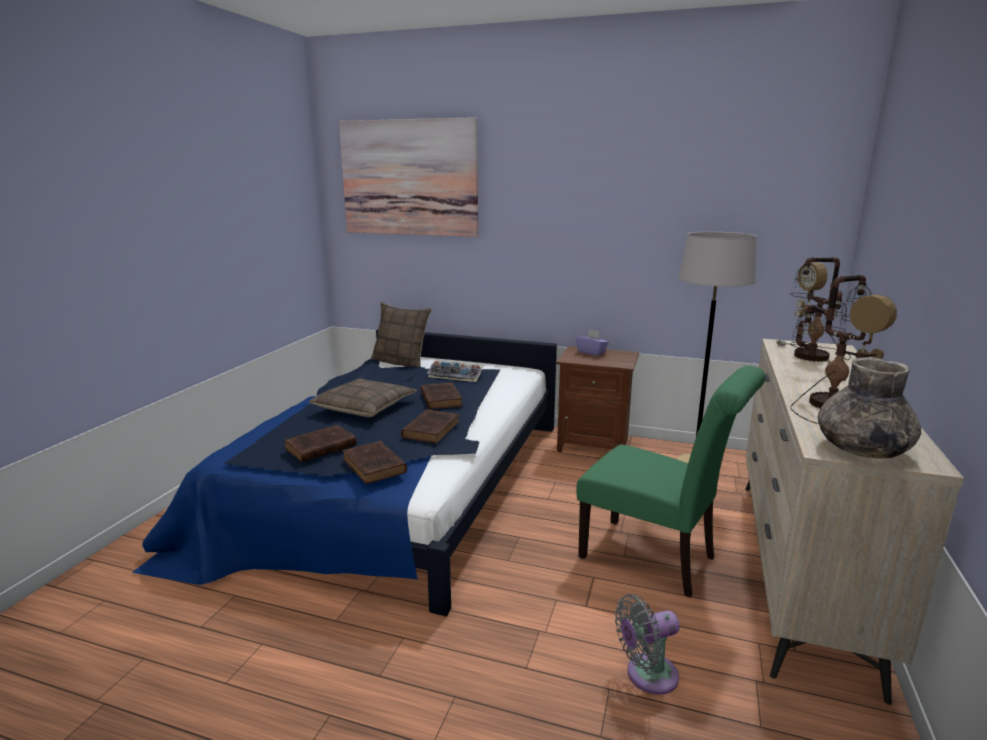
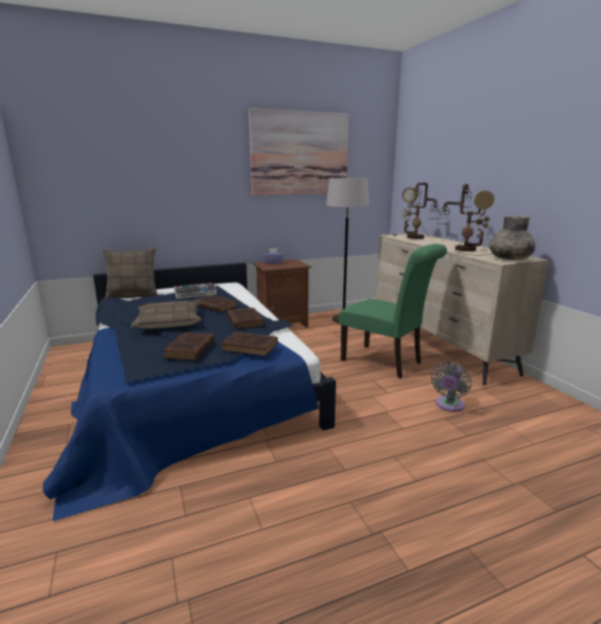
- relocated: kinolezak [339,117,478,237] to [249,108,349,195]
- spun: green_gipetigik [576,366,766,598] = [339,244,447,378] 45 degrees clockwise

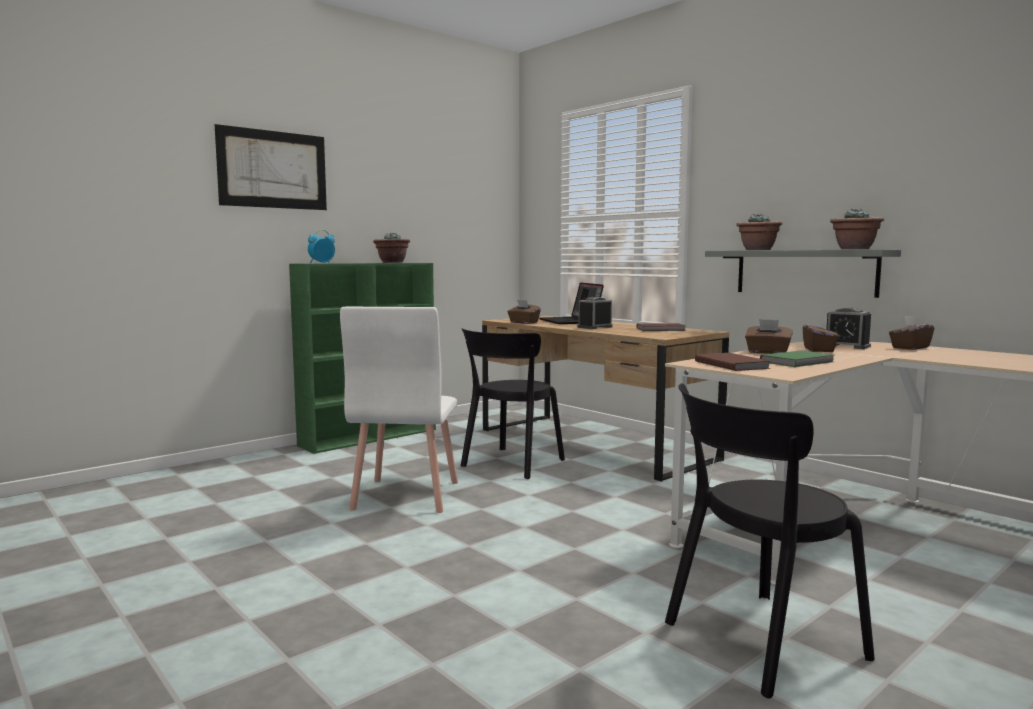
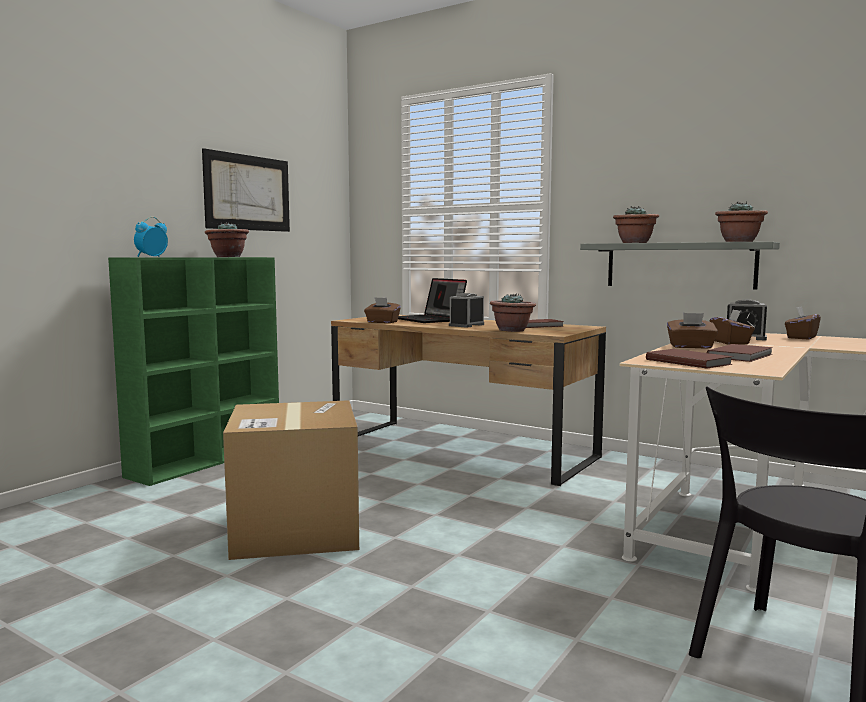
- missing: black_gipetigik [461,328,565,479]
- appeared: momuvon [490,293,536,332]
- relocated: kinolezak [215,124,327,210] to [202,148,290,232]
- exchanged: white_gipetigik [340,307,458,513] to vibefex [223,400,359,560]
- colour: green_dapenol [760,350,834,367] to brown_dapenol [707,344,773,362]

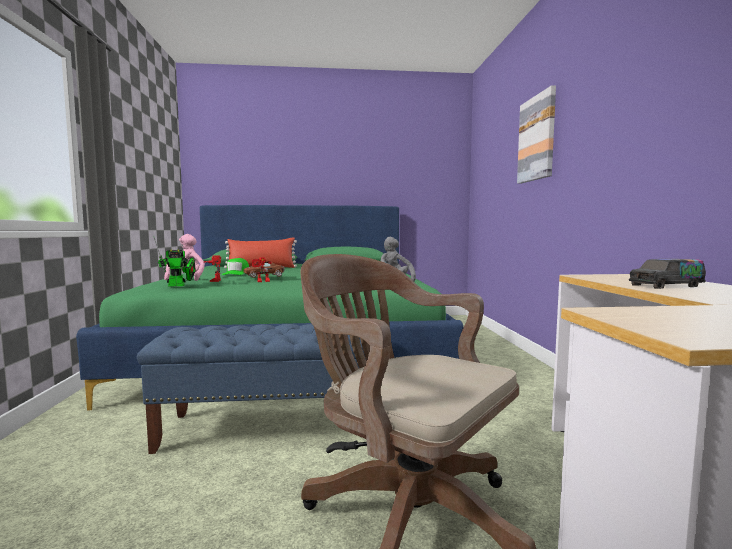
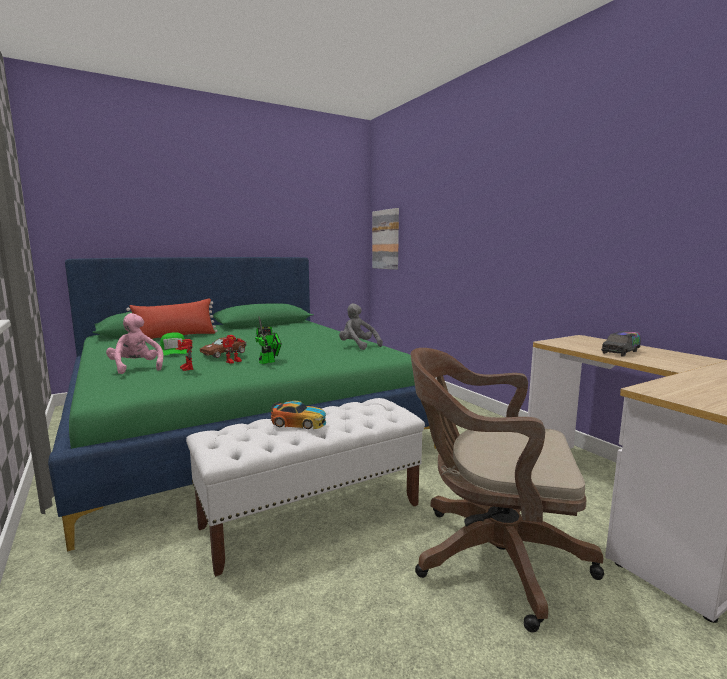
- appeared: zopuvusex [271,401,326,429]
- relocated: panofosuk [153,235,196,287] to [255,316,282,364]
- relocated: kinolezak [517,85,556,184] to [372,208,399,270]
- colour: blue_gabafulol [137,324,366,454] to white_gabafulol [186,398,425,577]

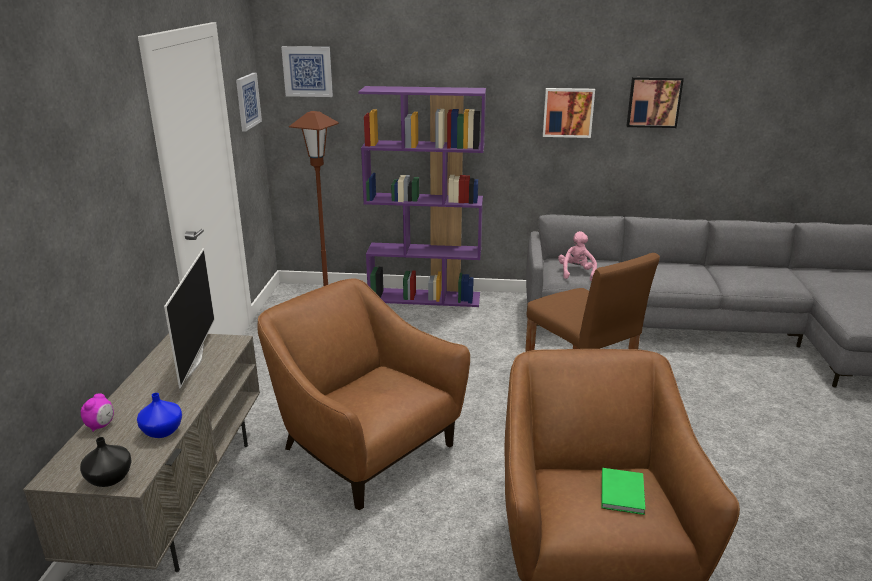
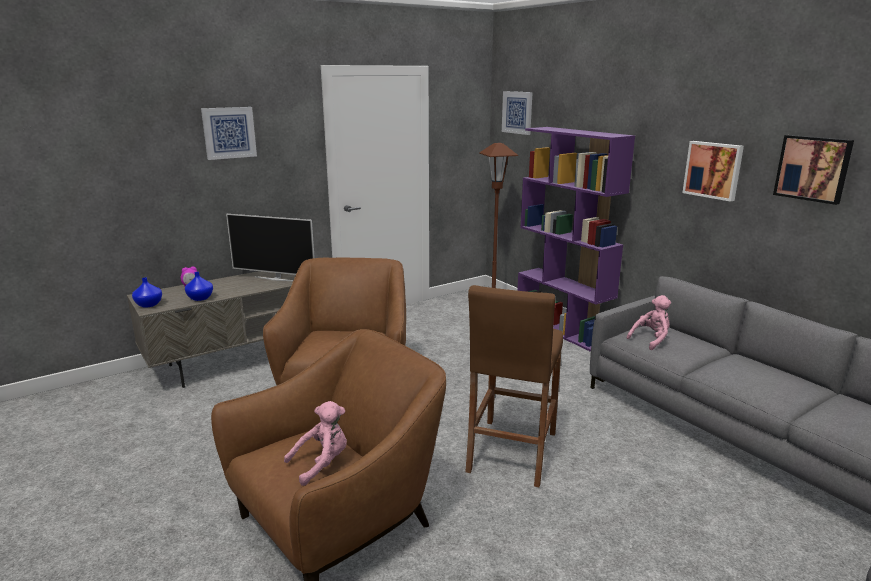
- relocated: kinolezak [236,73,262,131] to [201,107,257,160]
- exchanged: green_dapenol [601,468,646,515] to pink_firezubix [284,401,347,486]
- colour: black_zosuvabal [80,437,132,487] to blue_zosuvabal [132,277,162,307]
- spun: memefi [164,248,215,389] = [226,214,315,281] 60 degrees clockwise

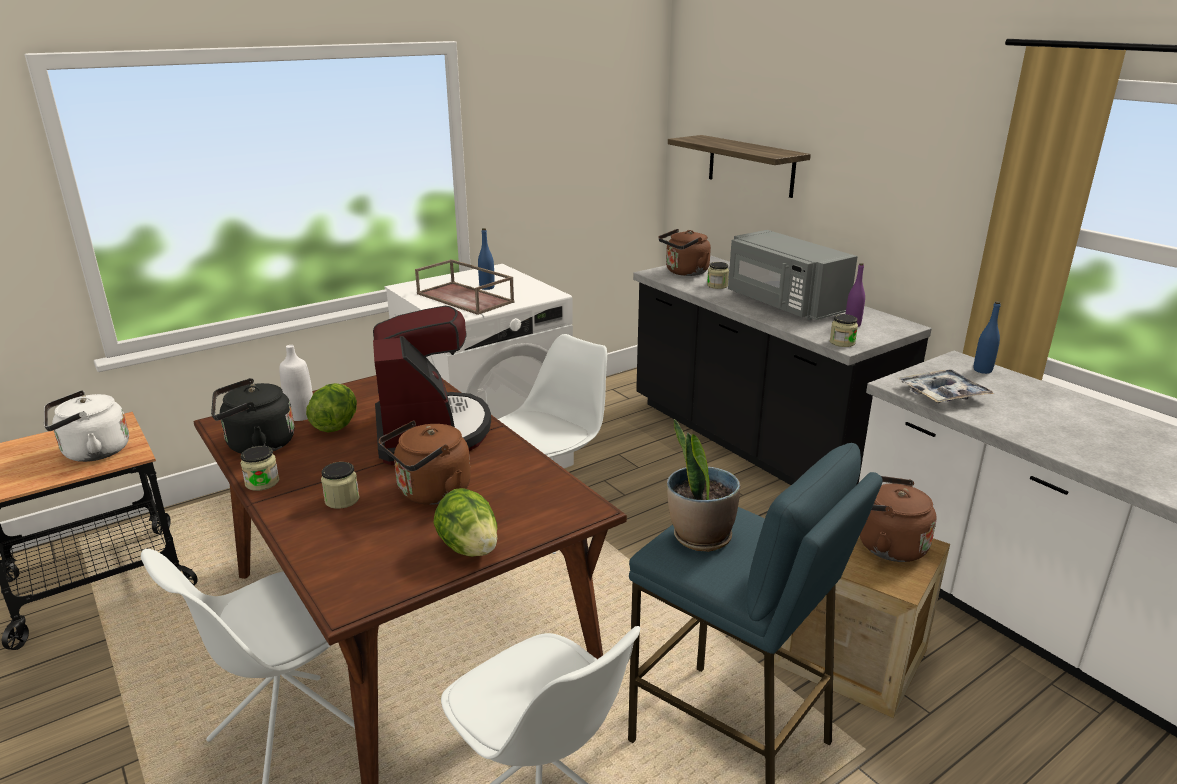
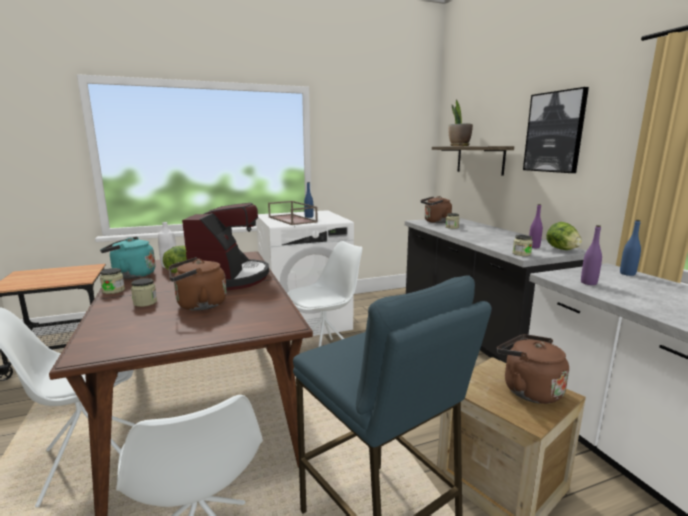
- missing: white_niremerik [44,390,129,462]
- missing: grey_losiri [728,230,858,320]
- appeared: kinolezak [523,87,589,173]
- relocated: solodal [433,488,497,557] to [546,222,582,250]
- relocated: momuvon [667,419,740,552] to [448,100,473,146]
- exchanged: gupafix [898,369,994,403] to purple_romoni [581,225,602,285]
- colour: black_niremerik [211,378,294,454] to turquoise_niremerik [100,237,156,279]

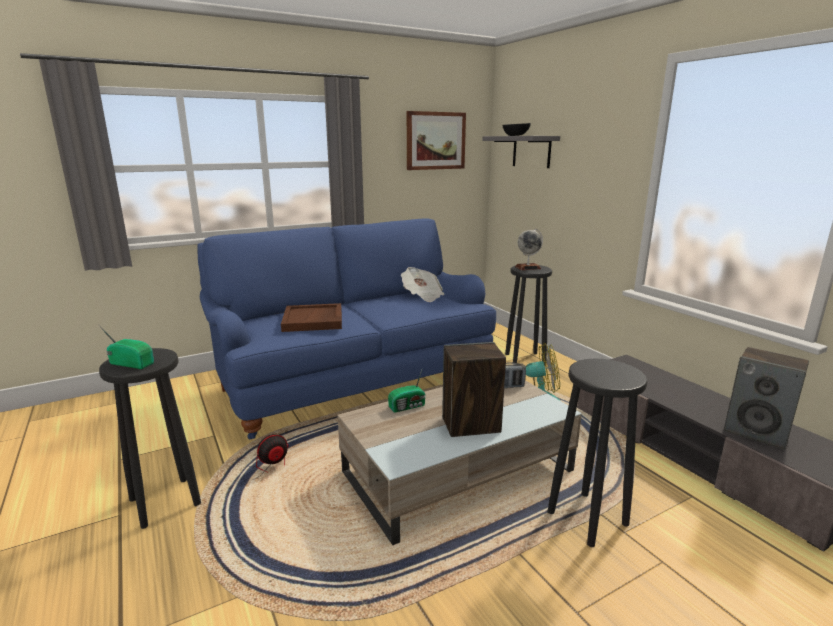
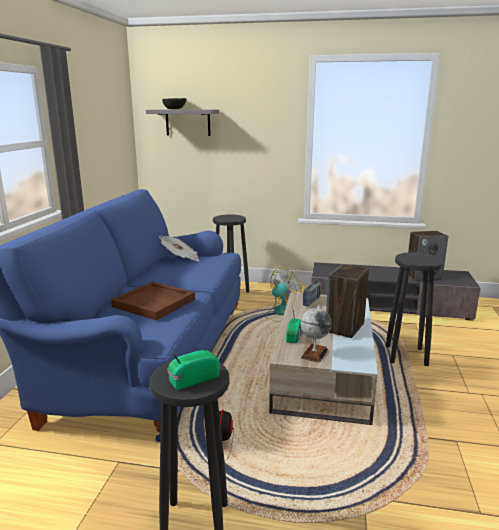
- missing: kinolezak [407,111,466,170]
- relocated: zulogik [515,229,543,270] to [301,305,332,363]

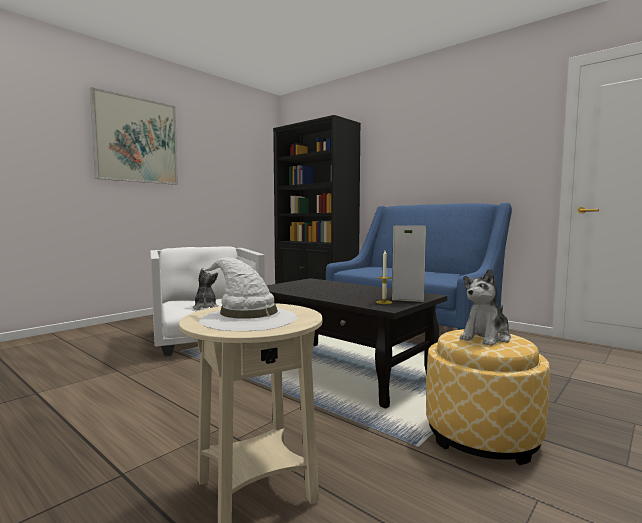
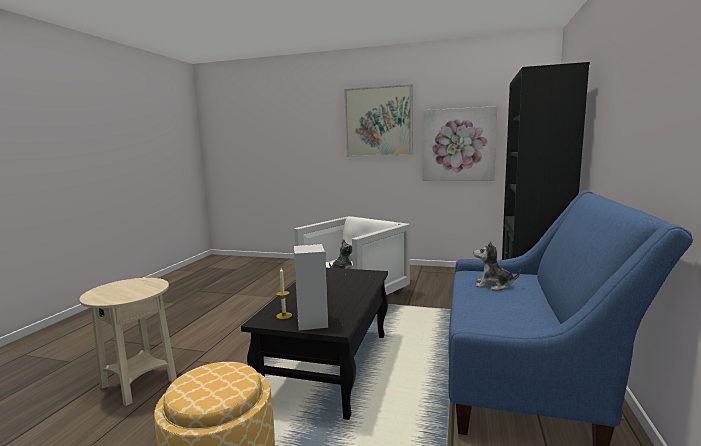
- missing: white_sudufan [199,257,297,331]
- appeared: kinolezak [422,106,497,181]
- relocated: firezubix [460,269,511,346] to [474,241,521,290]

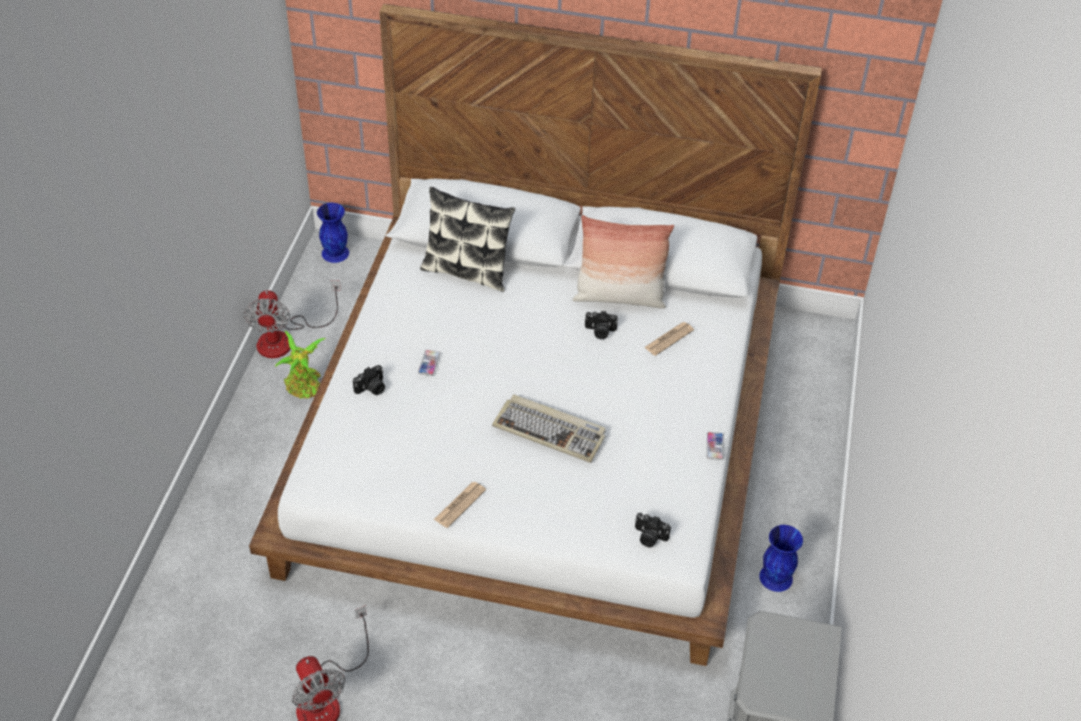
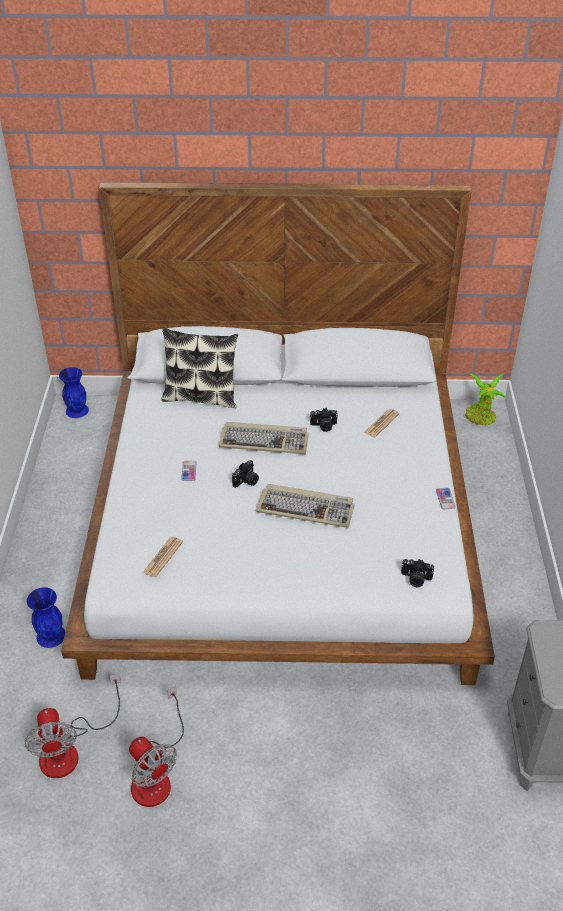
- missing: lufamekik [573,215,674,309]
- appeared: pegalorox [219,422,309,454]
- relocated: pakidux [243,281,341,358] to [24,674,121,778]
- relocated: momuvon [274,331,326,398] to [465,374,505,425]
- relocated: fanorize [353,365,385,395] to [232,460,259,488]
- relocated: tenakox [434,482,486,528] to [143,537,183,577]
- relocated: blue_zosuvabal [759,525,803,592] to [27,587,65,648]

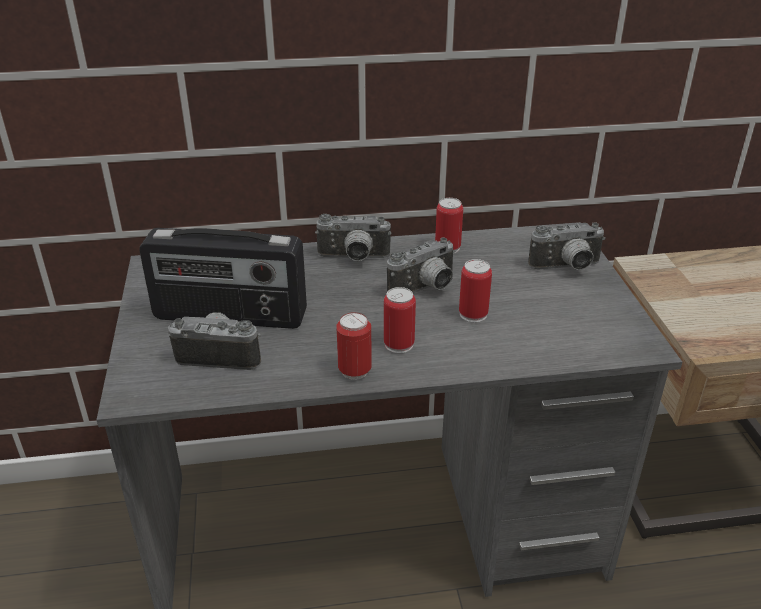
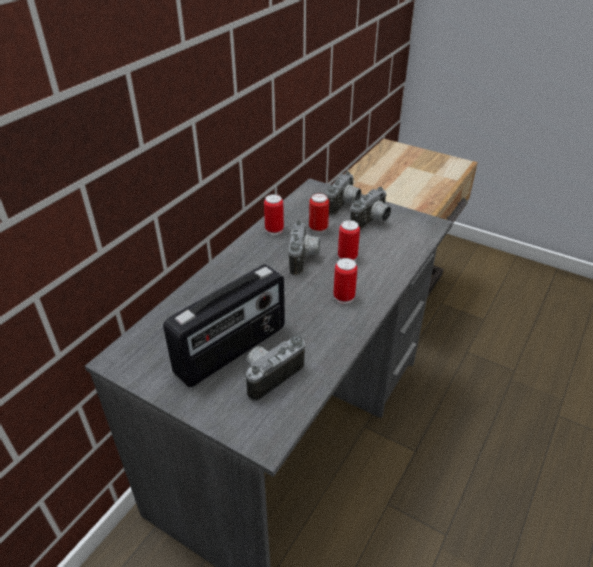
- relocated: fanorize [315,214,392,261] to [350,187,391,230]
- relocated: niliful [336,312,372,380] to [309,193,329,233]

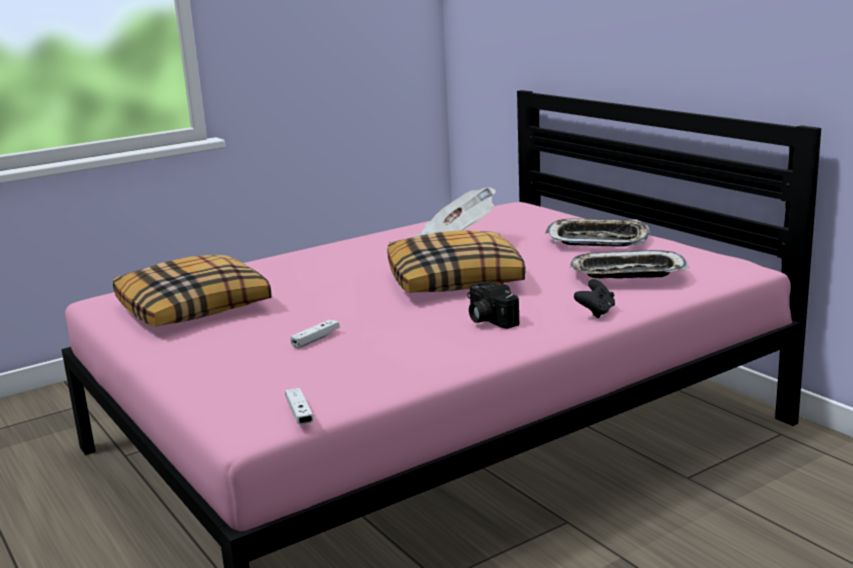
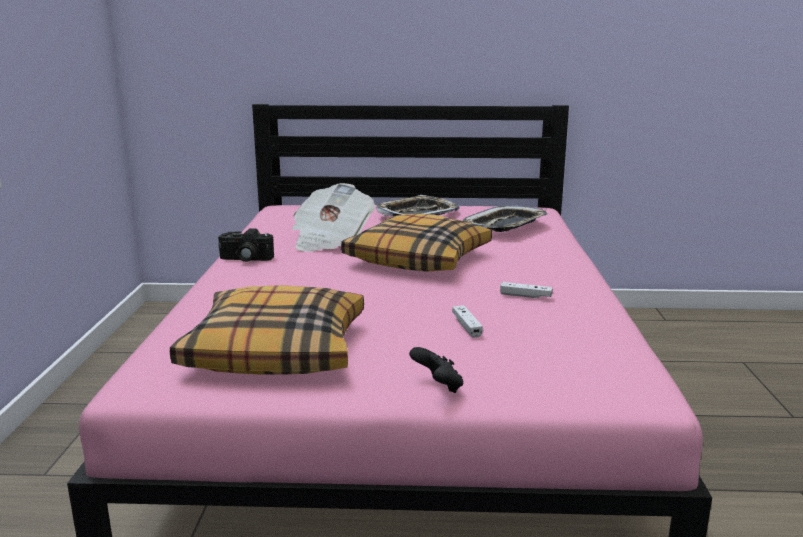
- relocated: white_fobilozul [285,388,314,425] to [500,282,553,298]
- relocated: fanorize [467,281,519,329] to [218,228,274,262]
- relocated: black_fobilozul [574,279,615,318] to [409,347,463,393]

